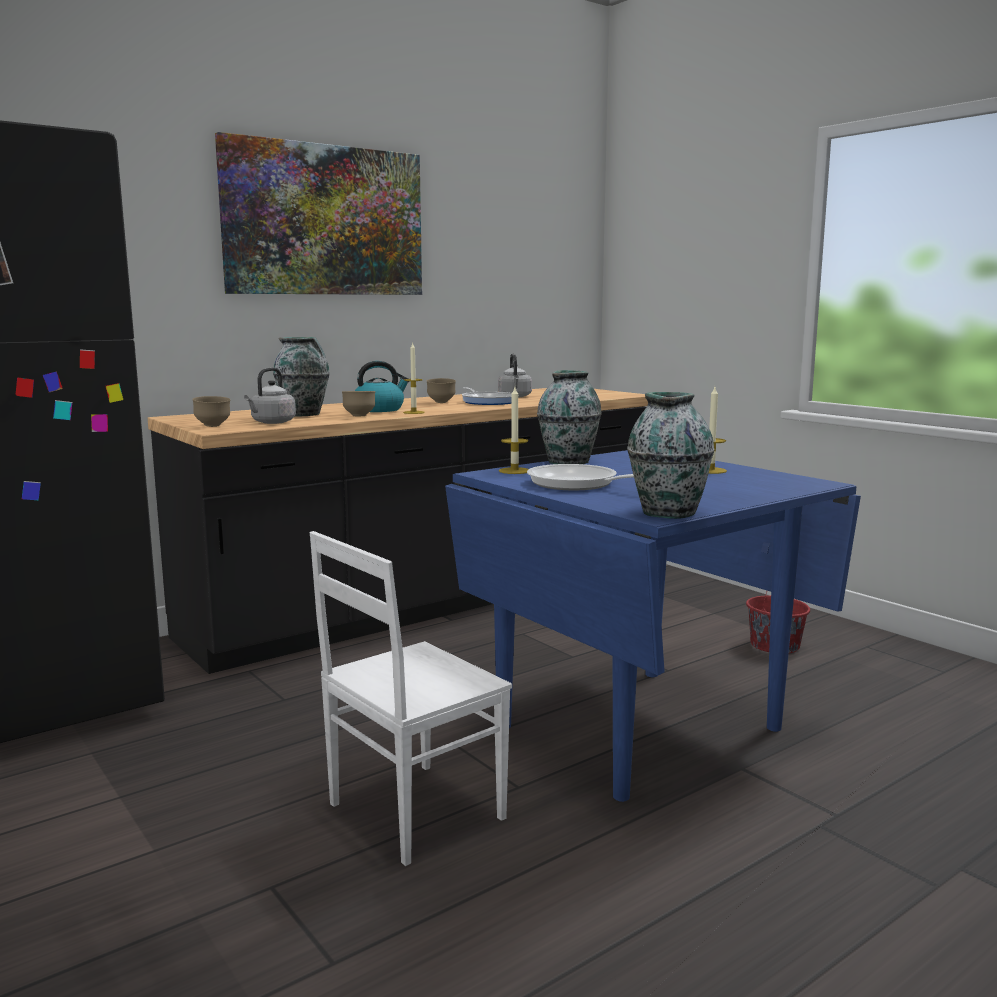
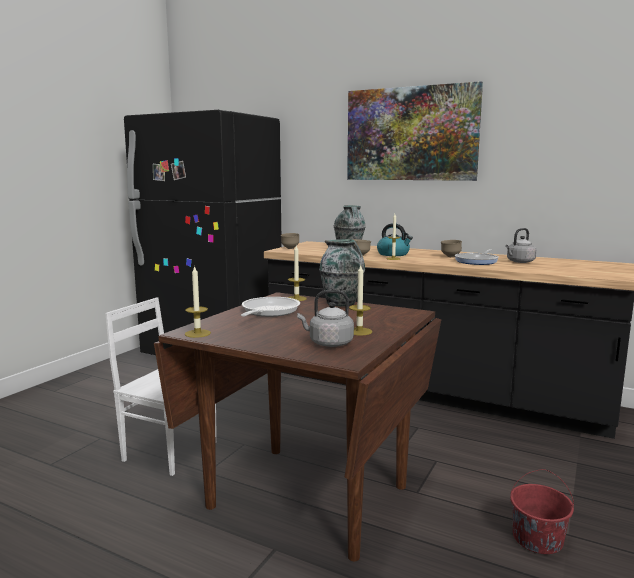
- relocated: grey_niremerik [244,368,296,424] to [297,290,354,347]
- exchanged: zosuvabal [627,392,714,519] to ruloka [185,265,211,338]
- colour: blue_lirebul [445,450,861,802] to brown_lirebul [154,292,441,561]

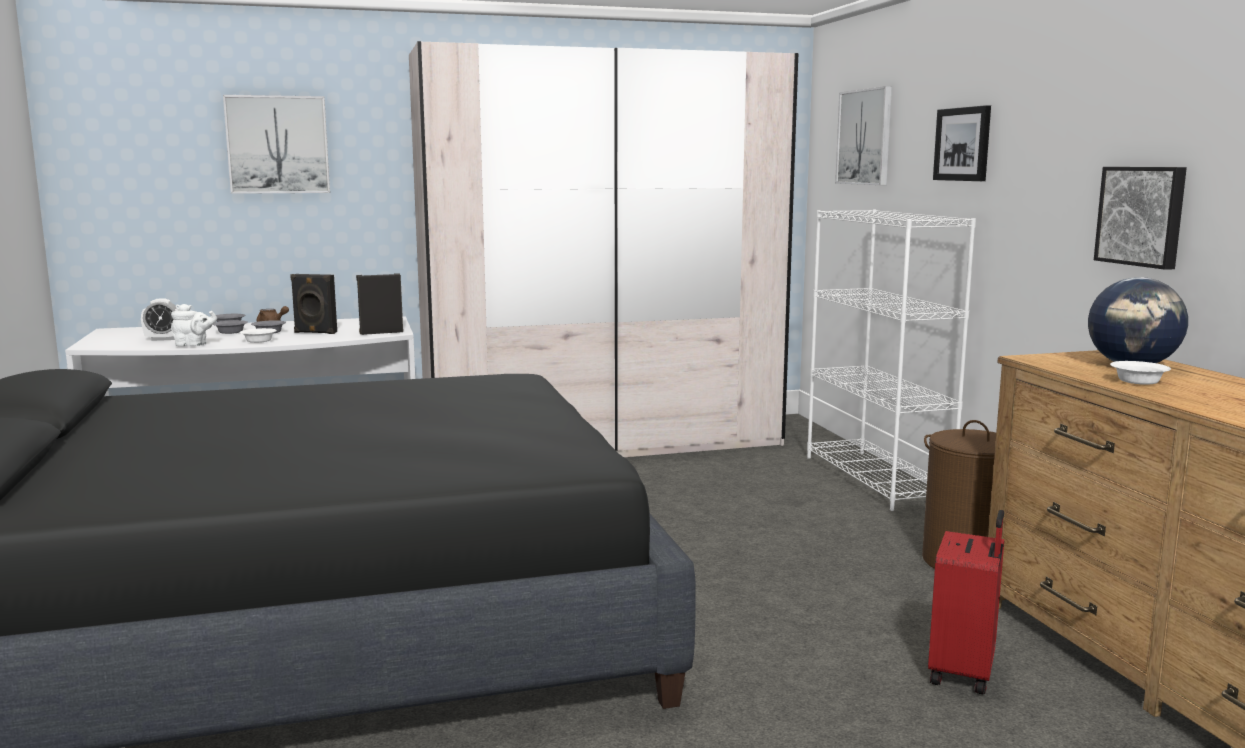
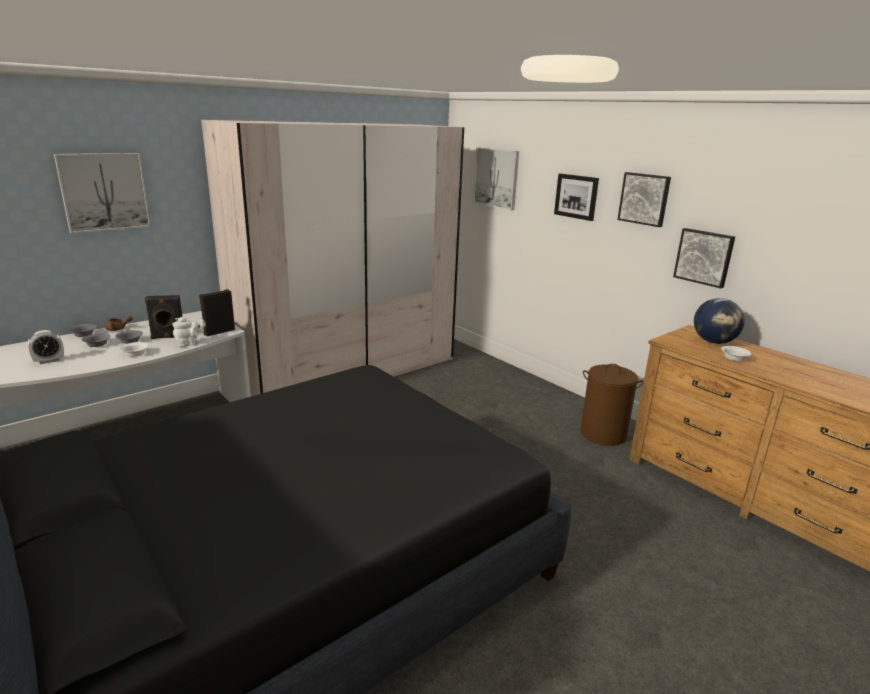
- missing: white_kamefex [807,210,976,511]
- missing: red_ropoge [928,510,1004,694]
- appeared: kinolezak [617,172,671,227]
- relocated: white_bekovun [171,304,217,346] to [173,317,206,347]

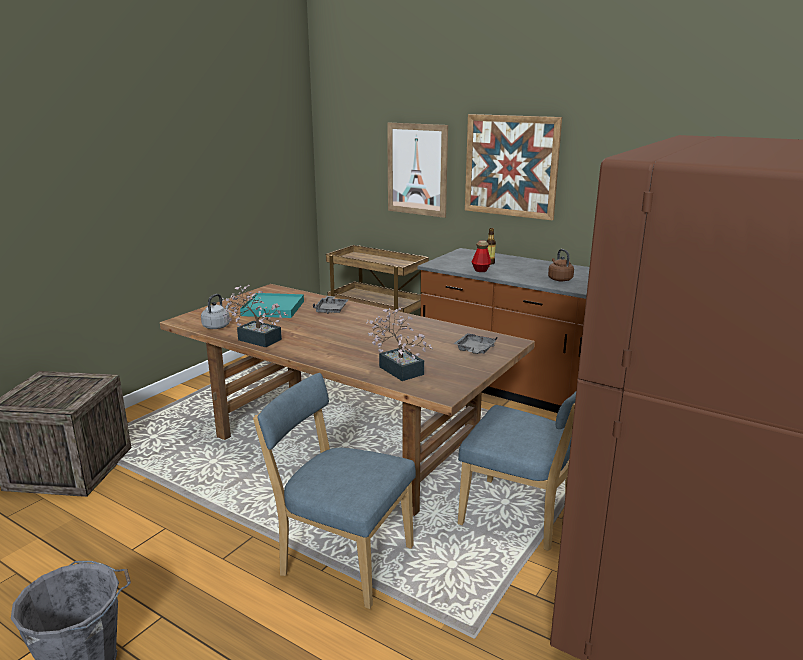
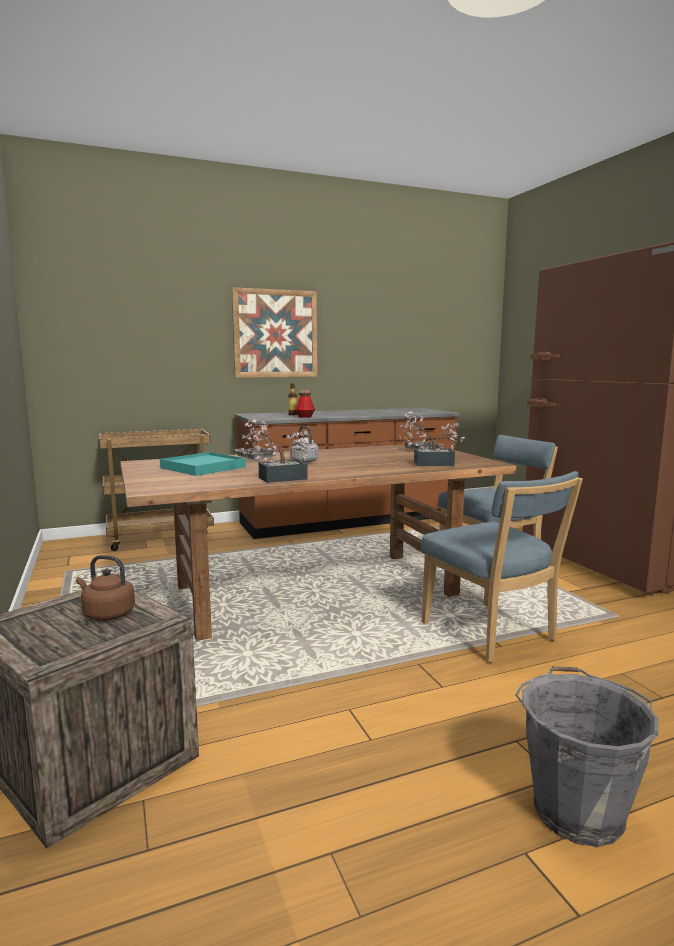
- missing: kinolezak [387,123,448,218]
- relocated: grey_niremerik [201,294,230,329] to [290,426,319,463]
- relocated: brown_niremerik [548,249,574,281] to [76,555,135,621]
- spun: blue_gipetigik [253,373,416,609] = [421,471,583,663] 90 degrees counterclockwise

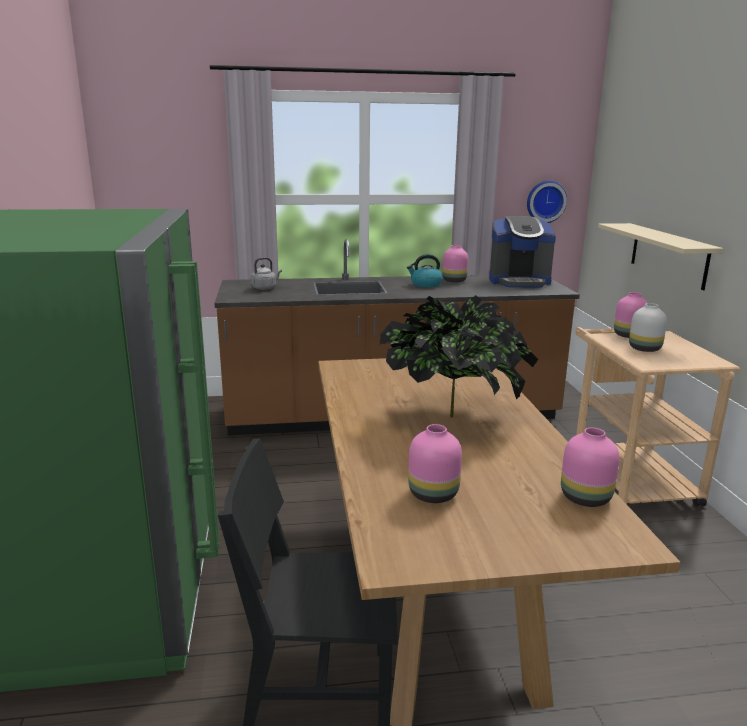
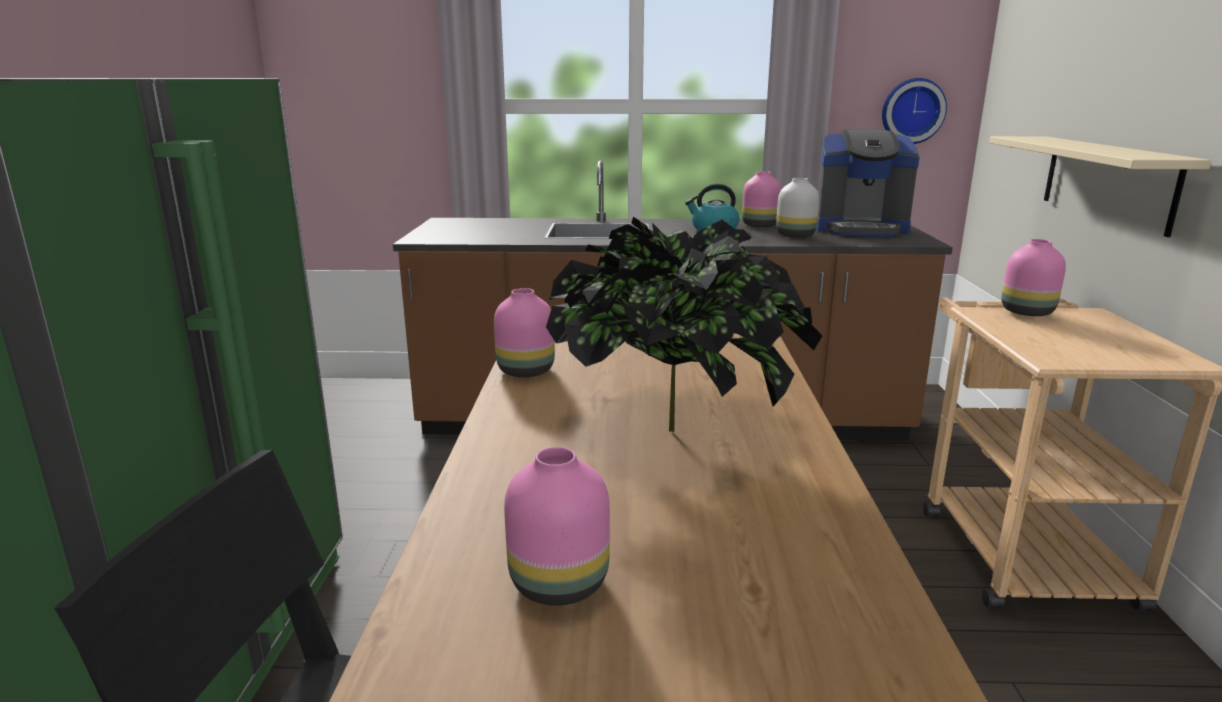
- missing: grey_niremerik [250,257,282,290]
- relocated: pink_zosuvabal [561,428,620,507] to [494,288,555,377]
- relocated: white_zosuvabal [629,303,667,352] to [776,178,819,238]

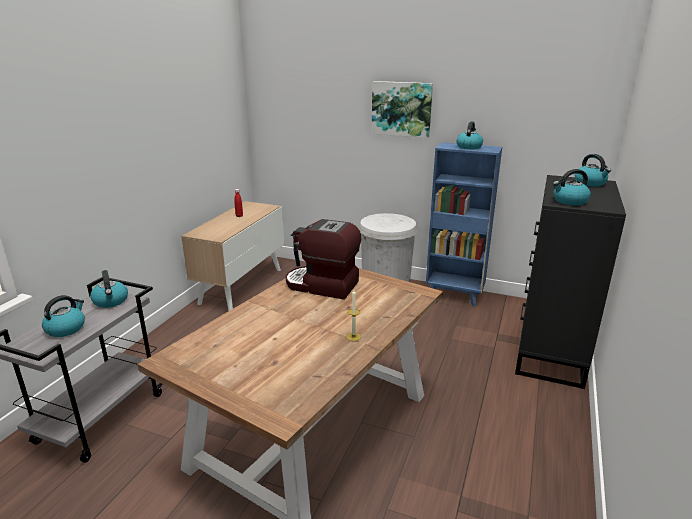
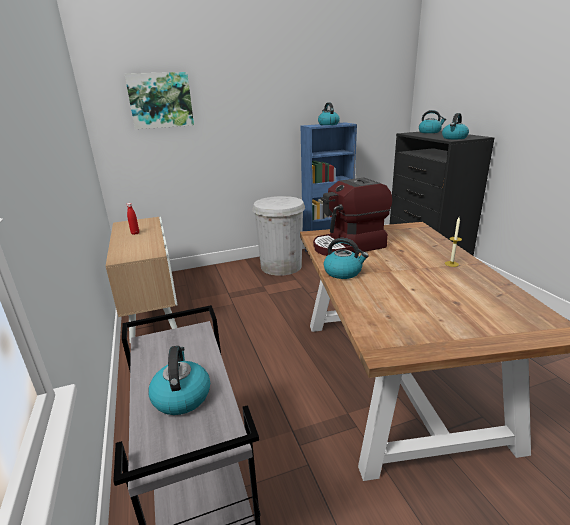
- relocated: niremerik [90,270,128,308] to [324,238,369,279]
- relocated: kinolezak [371,81,433,138] to [125,72,194,129]

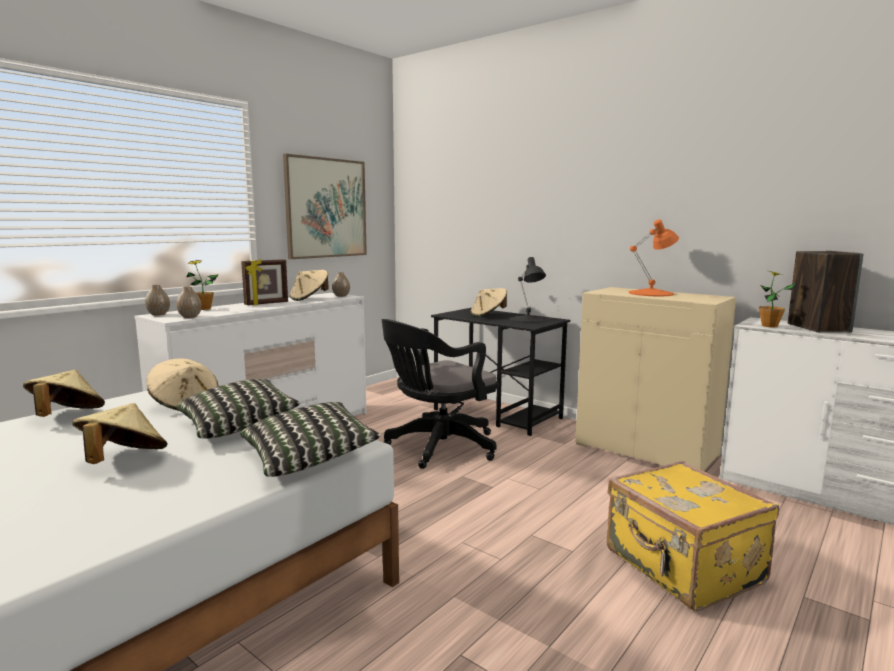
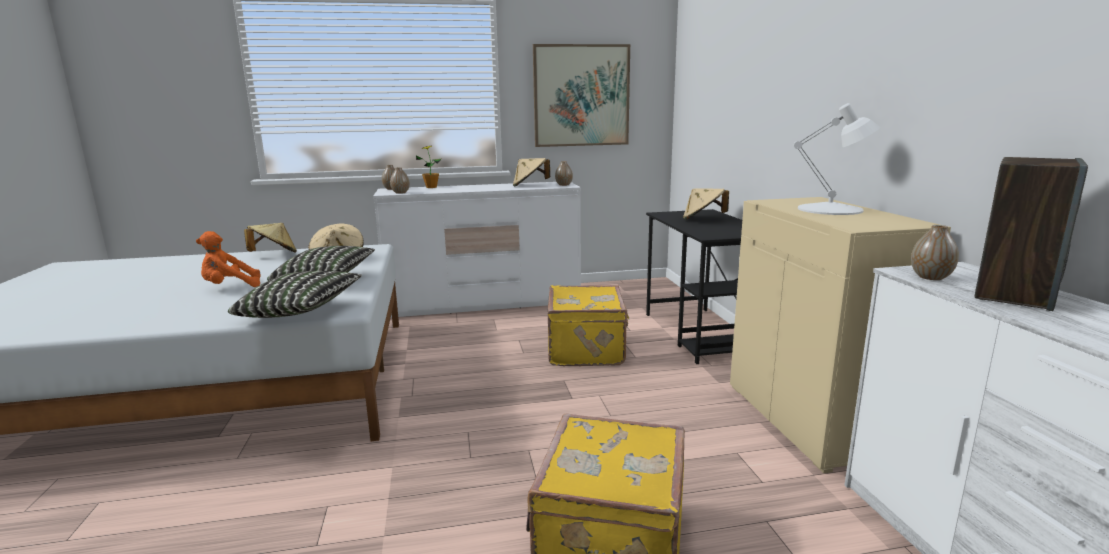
- missing: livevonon [241,259,288,305]
- missing: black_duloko [510,257,547,323]
- exchanged: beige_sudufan [72,403,168,464] to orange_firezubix [196,231,261,287]
- exchanged: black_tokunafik [382,319,498,469] to yellow_ropoge [548,285,630,366]
- exchanged: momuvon [759,271,796,328] to zosuvabal [911,225,959,280]
- colour: orange_duloko [629,219,679,296] to white_duloko [794,103,880,215]

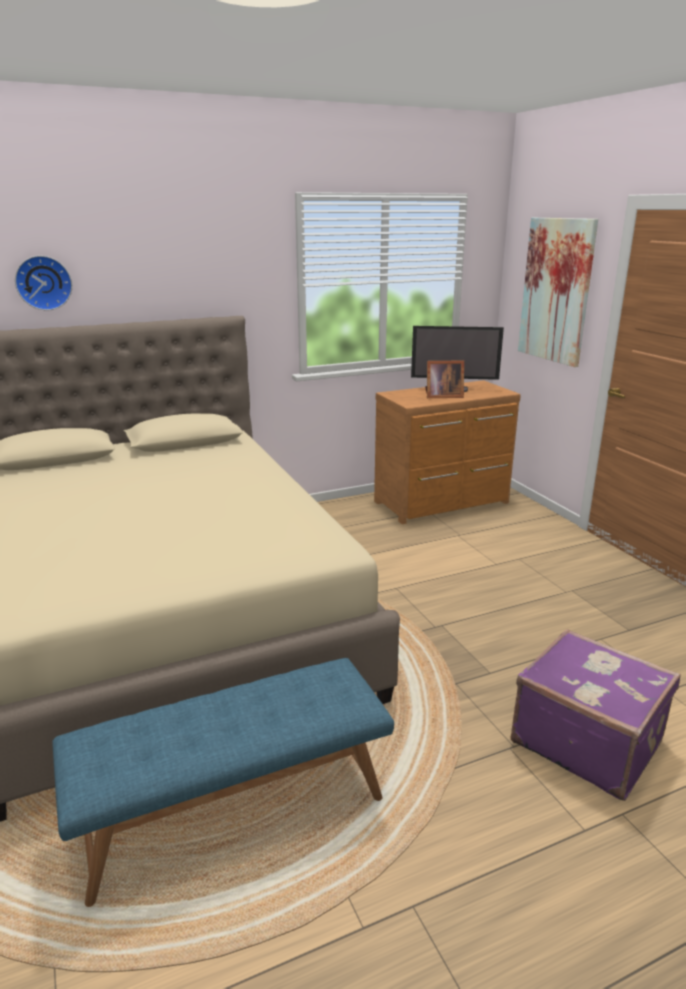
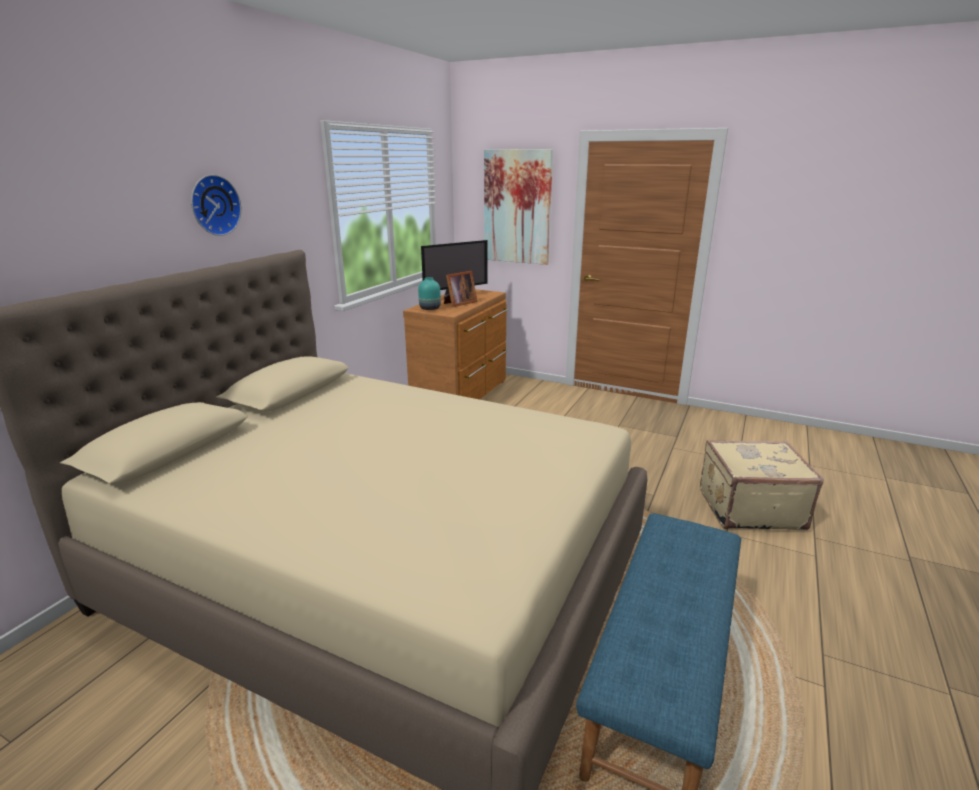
- appeared: turquoise_zosuvabal [418,277,441,310]
- relocated: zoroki [15,255,72,310] to [191,175,242,236]
- colour: purple_ropoge [511,629,681,801] to beige_ropoge [700,440,824,530]

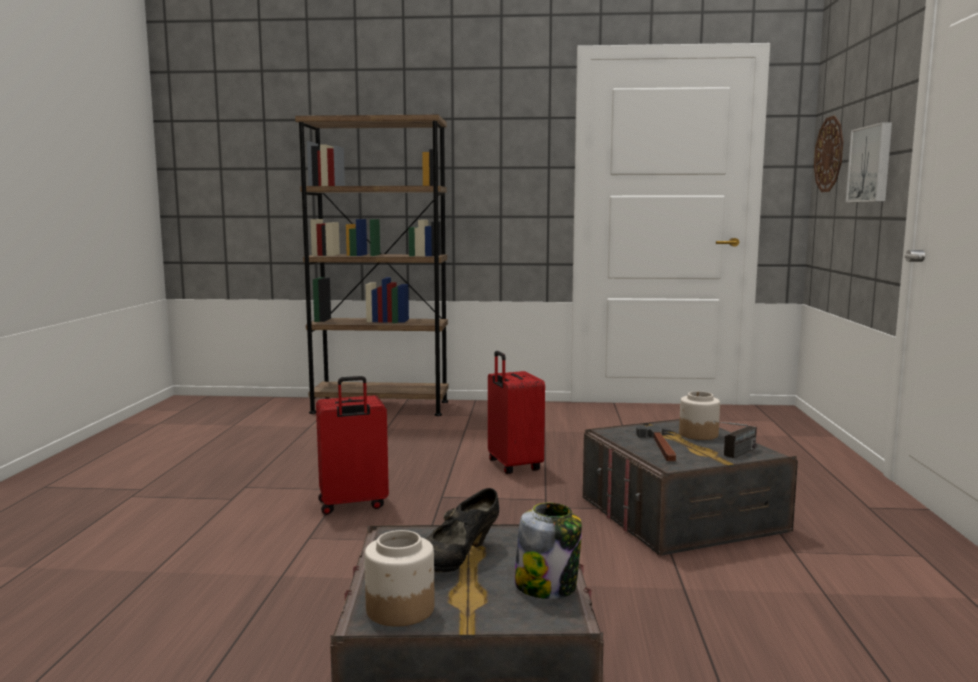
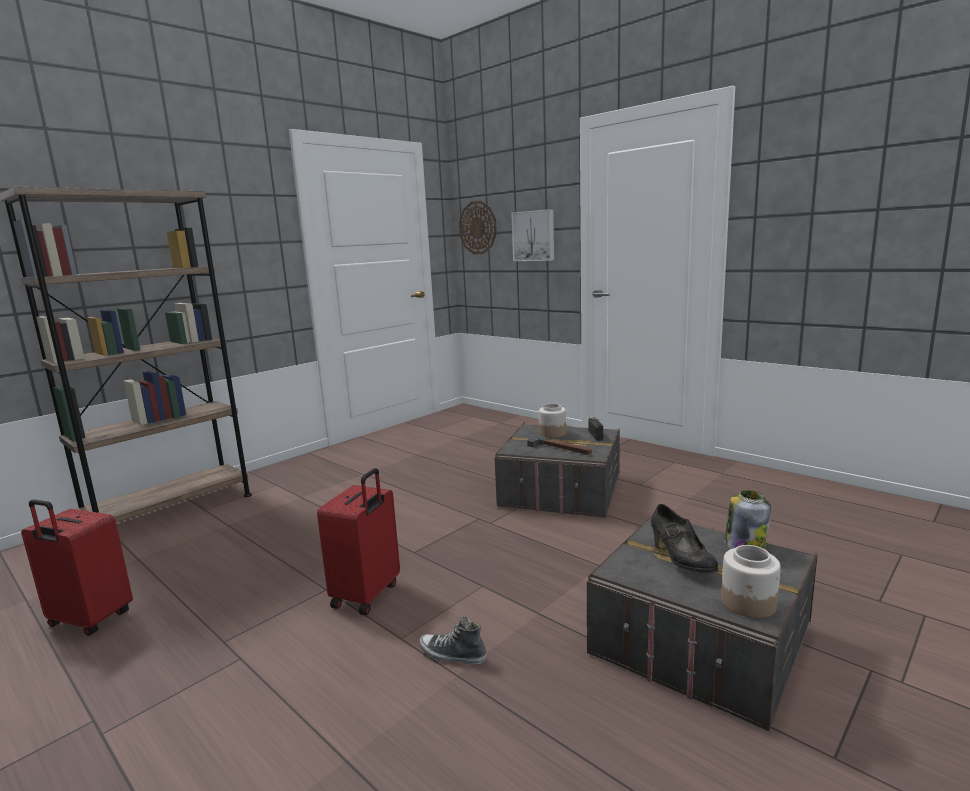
- appeared: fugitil [419,617,487,665]
- relocated: red_ropoge [488,351,545,474] to [21,499,133,636]

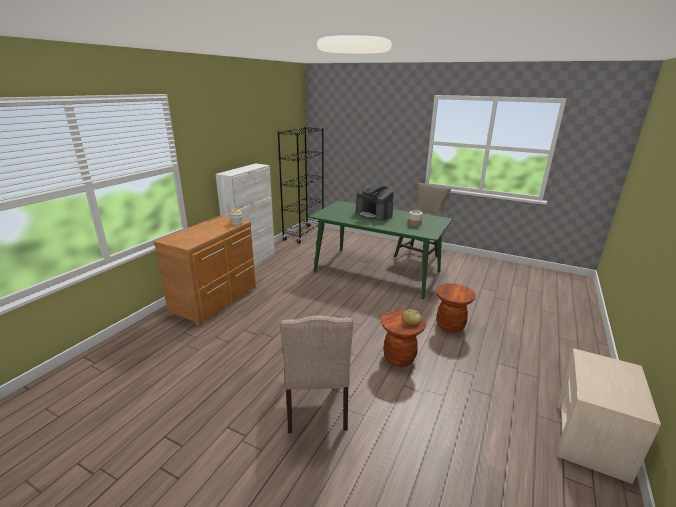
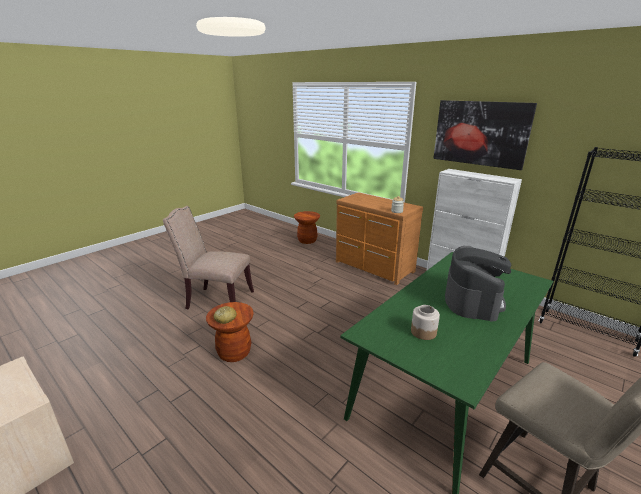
- appeared: kinolezak [433,100,537,170]
- relocated: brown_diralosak [436,283,476,333] to [294,211,320,244]
- spun: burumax [356,184,394,221] = [445,246,511,321] 135 degrees clockwise

